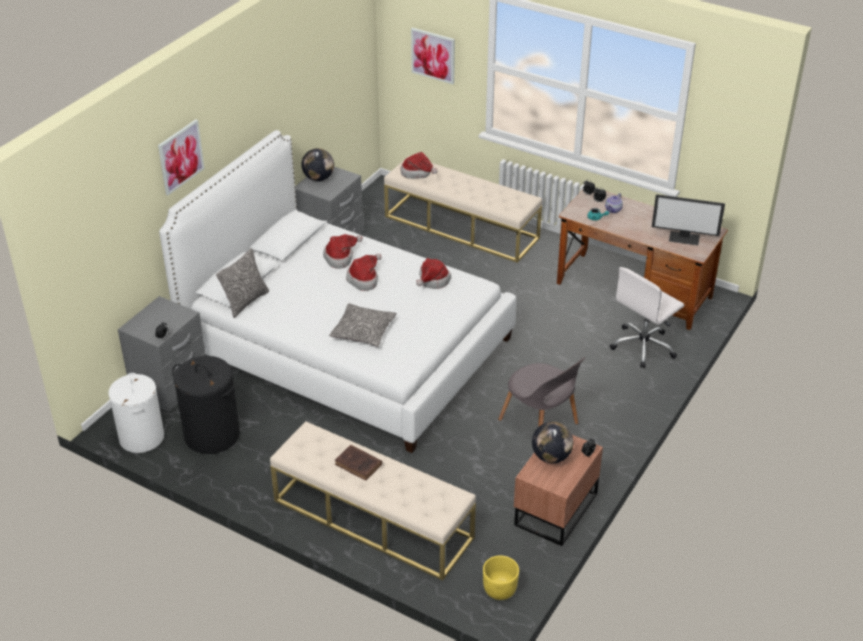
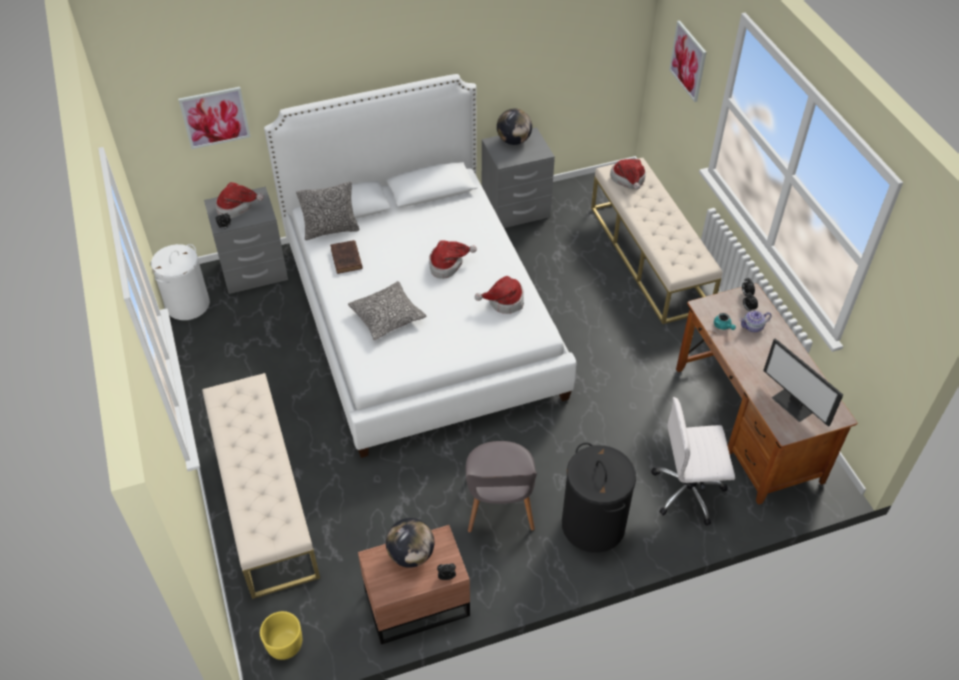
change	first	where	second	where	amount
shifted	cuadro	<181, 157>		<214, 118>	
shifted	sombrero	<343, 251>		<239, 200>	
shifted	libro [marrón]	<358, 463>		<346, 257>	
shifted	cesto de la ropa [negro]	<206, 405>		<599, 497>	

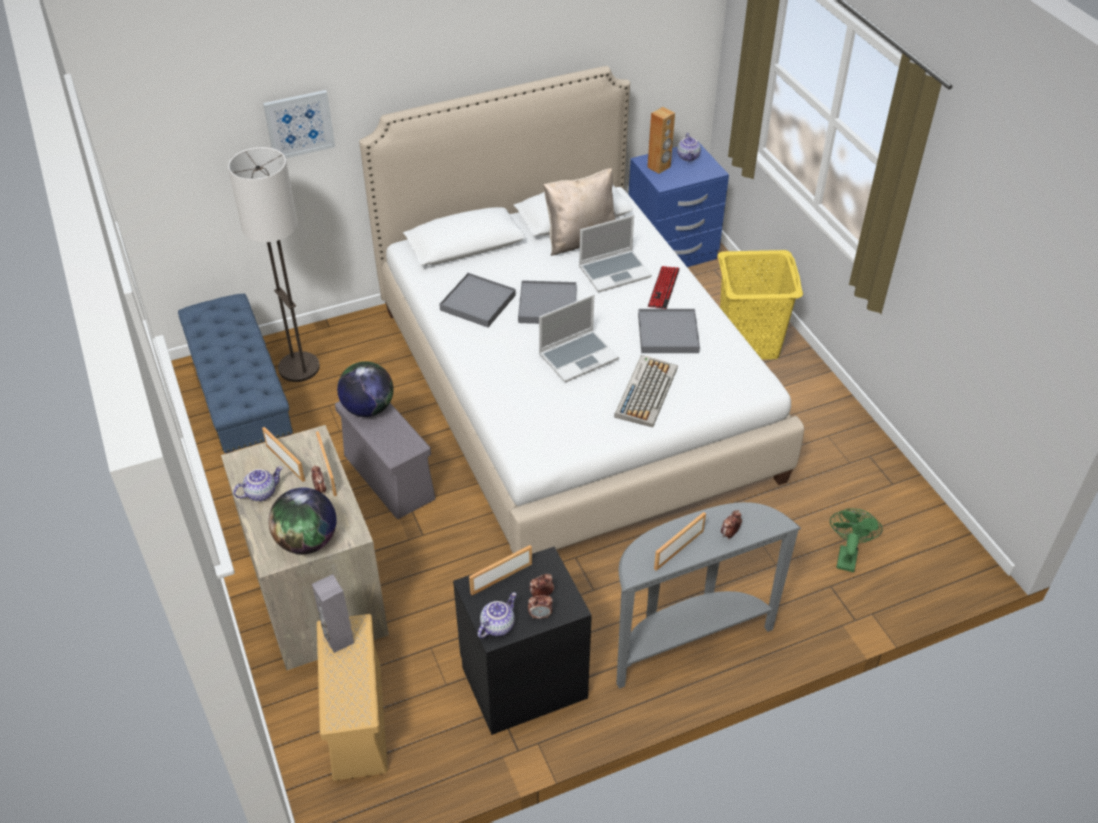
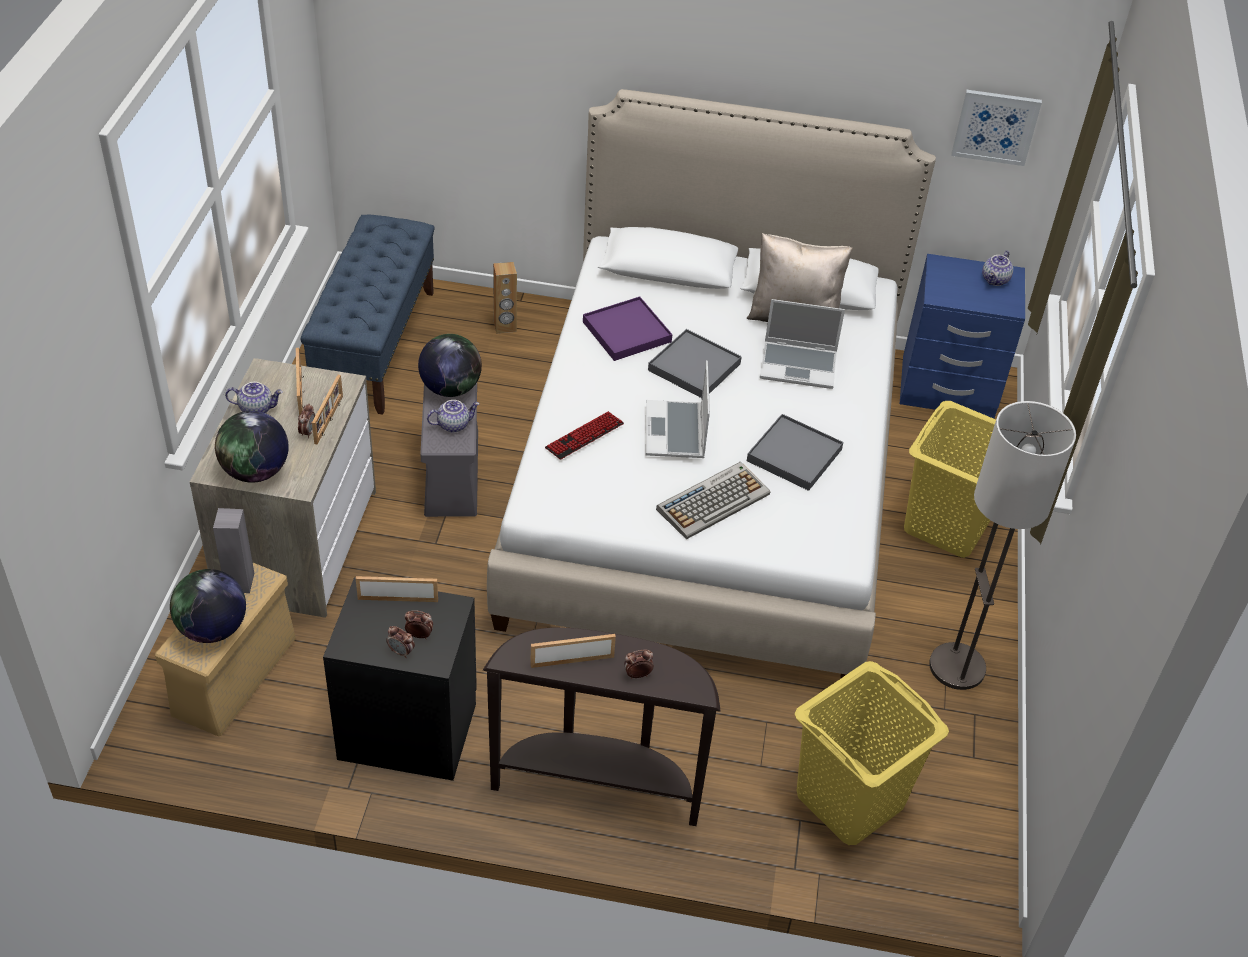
change	first	where	second	where	amount
new			globo terráqueo	<208, 606>	
shifted	tetera	<497, 615>		<453, 416>	
repainted	mesa consola [gris]	<709, 595>	mesa consola [marrón]	<601, 726>	
shifted	altavoz [marrón]	<661, 140>		<505, 298>	
shifted	teclado	<663, 287>		<584, 435>	
repainted	bandeja [gris]	<477, 300>	bandeja [morado]	<627, 328>	
rotated	portátil	<579, 338>		<678, 409>	90 degrees clockwise
swapped	ventilador [verde]	<856, 540>	cesto de la ropa [amarillo]	<871, 753>	
shifted	lámpara de pie	<274, 264>		<1002, 545>	
shifted	cuadro	<299, 124>		<996, 128>	

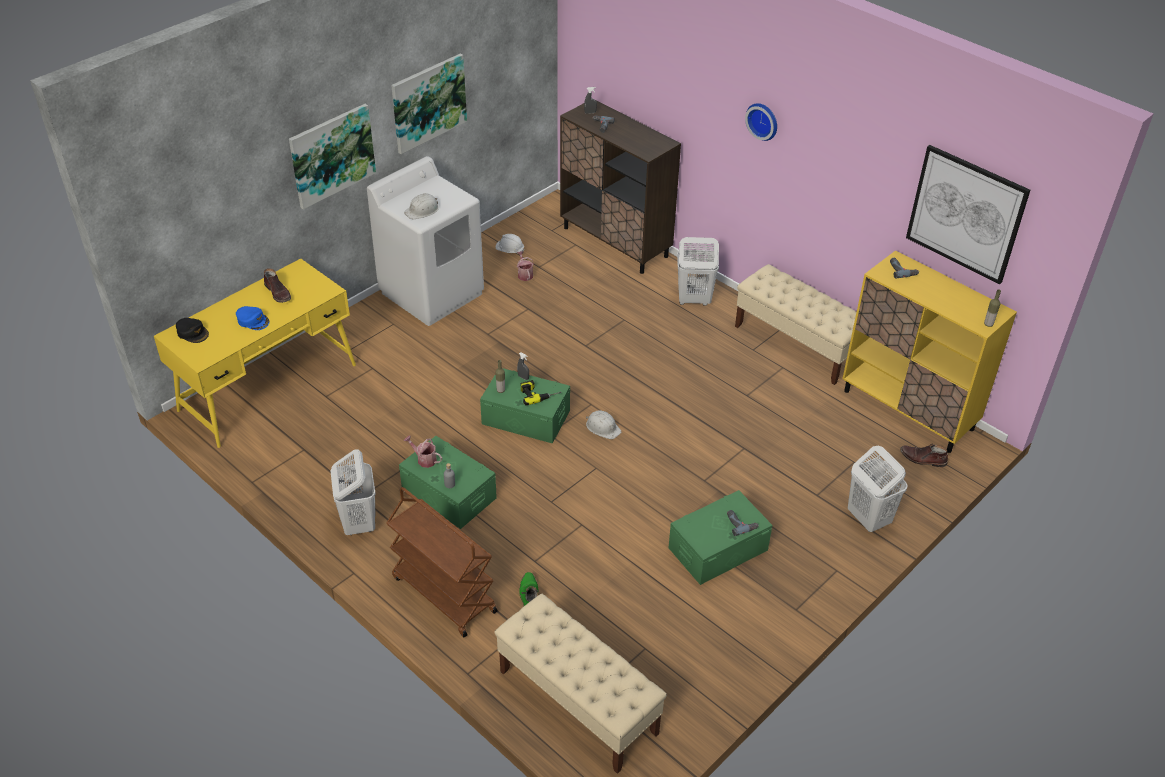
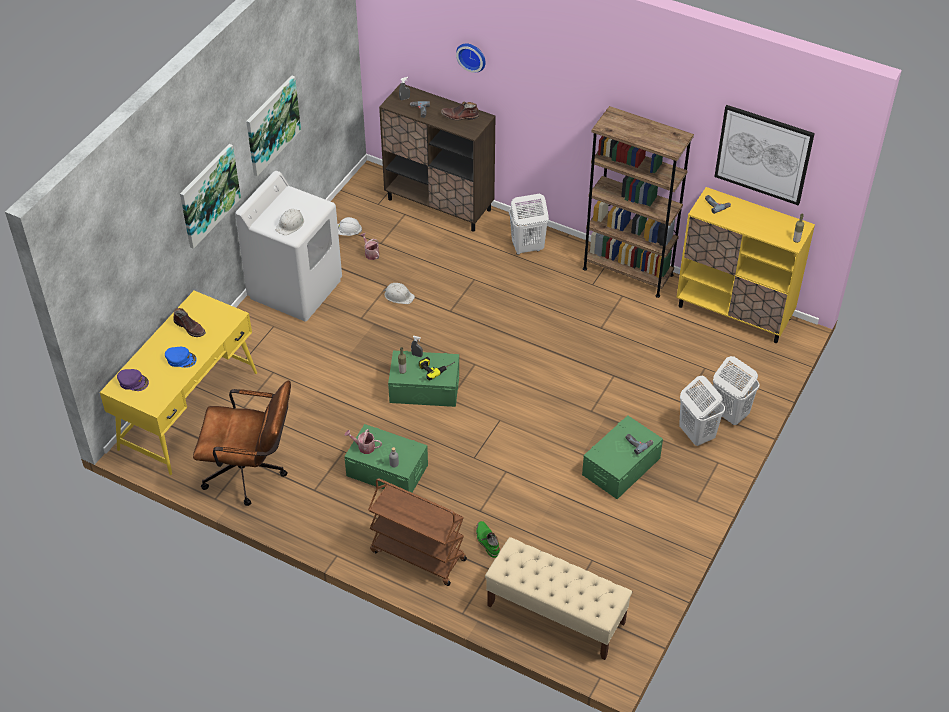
change	first	where	second	where	amount
repainted	gorra [negro]	<192, 330>	gorra [morado]	<133, 380>	
new			silla de oficina [marrón]	<242, 443>	
shifted	casco [blanco]	<604, 424>		<399, 293>	
shifted	bota [marrón]	<924, 455>		<460, 111>	
shifted	reloj de pared	<761, 122>		<471, 58>	
swapped	banco [beis]	<795, 324>	estantería [marrón]	<638, 202>	
shifted	cesto de la ropa [blanco]	<353, 492>		<702, 411>	

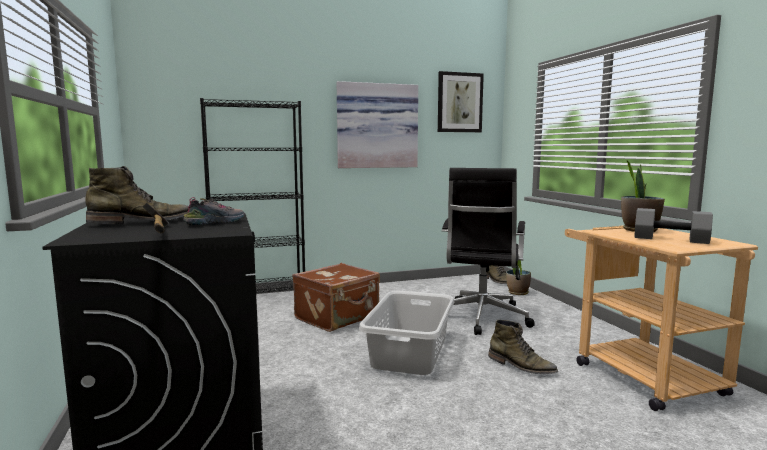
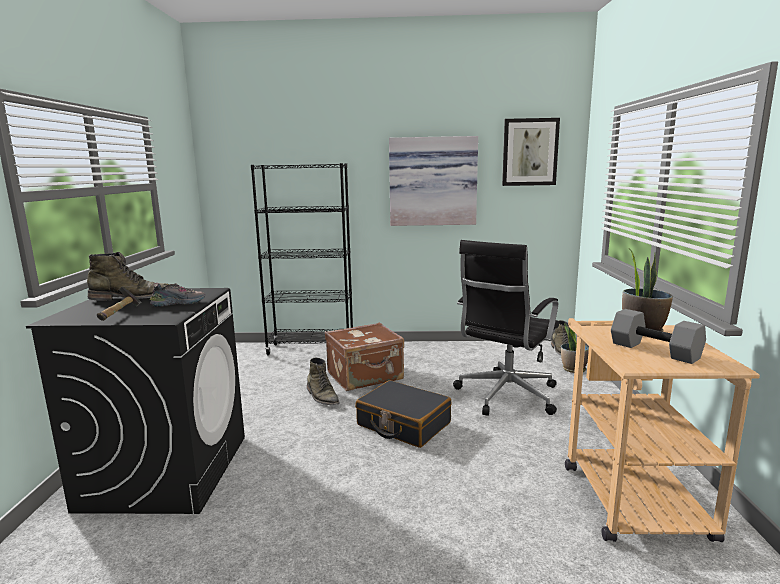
change	first	where	second	where	amount
shifted	bota [verde]	<523, 347>		<323, 381>	
swapped	cesto de la ropa [gris]	<406, 333>	maleta [negro]	<403, 414>	

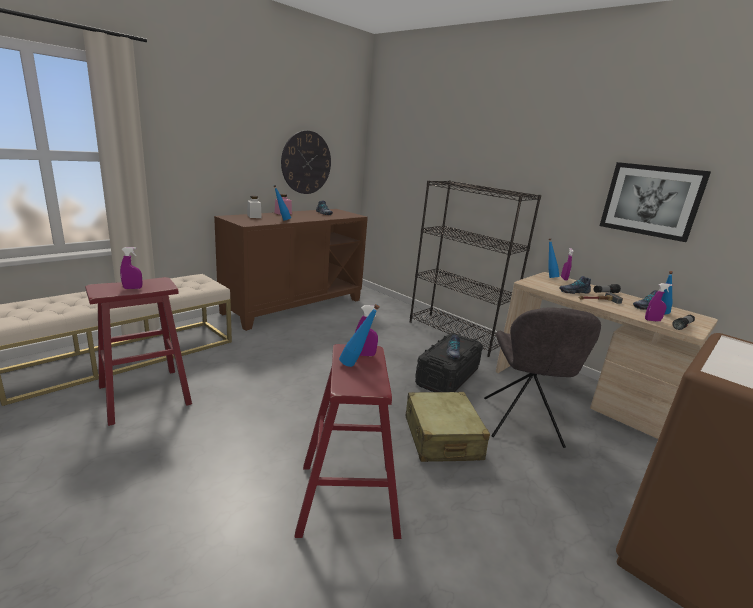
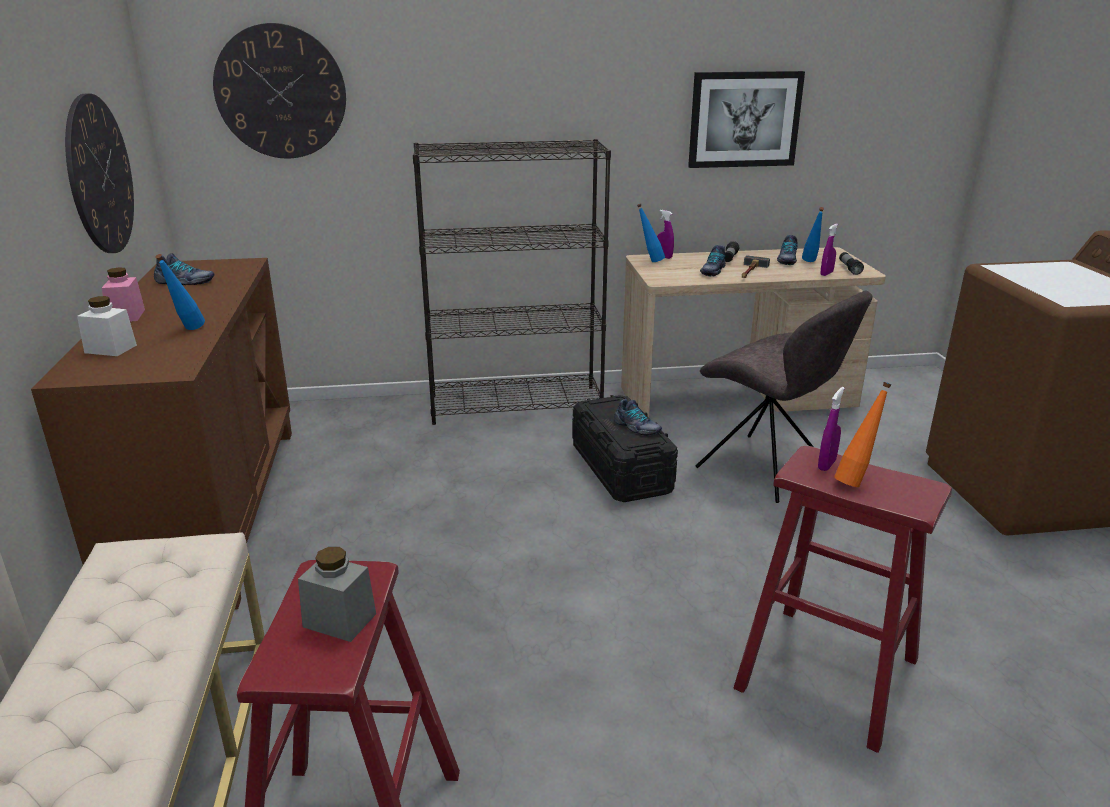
change	first	where	second	where	amount
new			reloj de pared	<279, 91>	
swapped	pulverizador [morado]	<131, 268>	tarro [gris]	<337, 594>	
repainted	botella [azul]	<359, 335>	botella [naranja]	<863, 434>	
gone	maleta [beis]	<448, 427>			

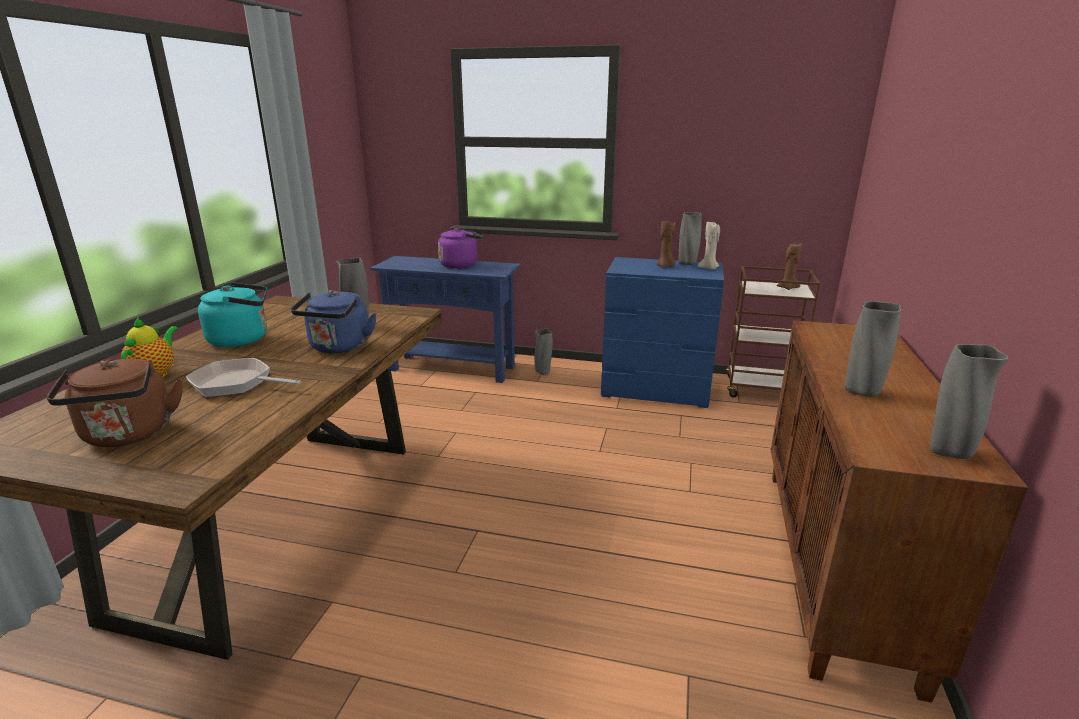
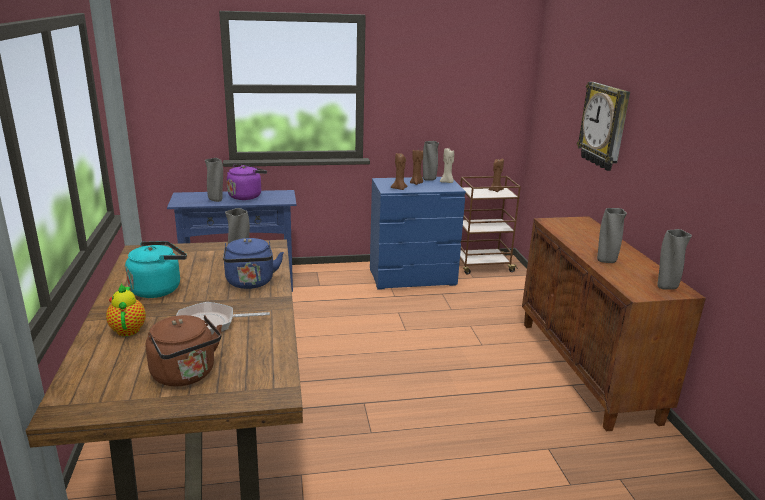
change	first	where	second	where	amount
shifted	florero [gris]	<543, 352>		<214, 180>	
new			vela [marrón]	<399, 171>	
new			reloj de pared	<603, 126>	

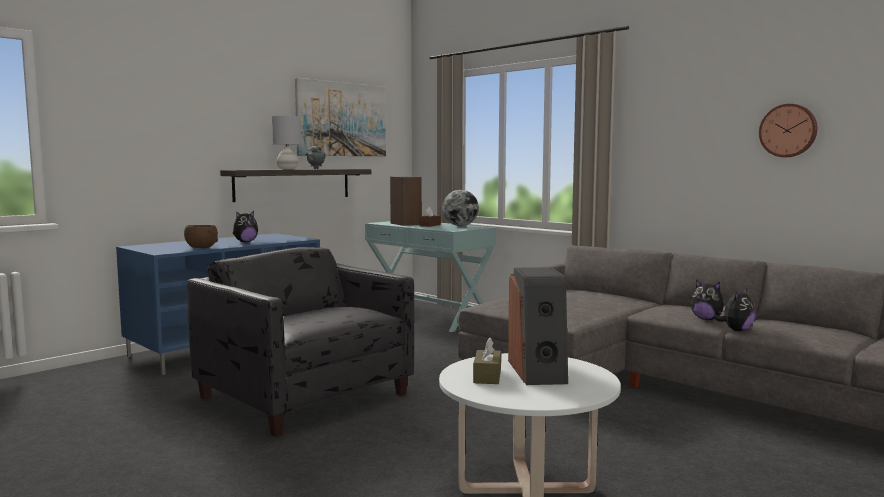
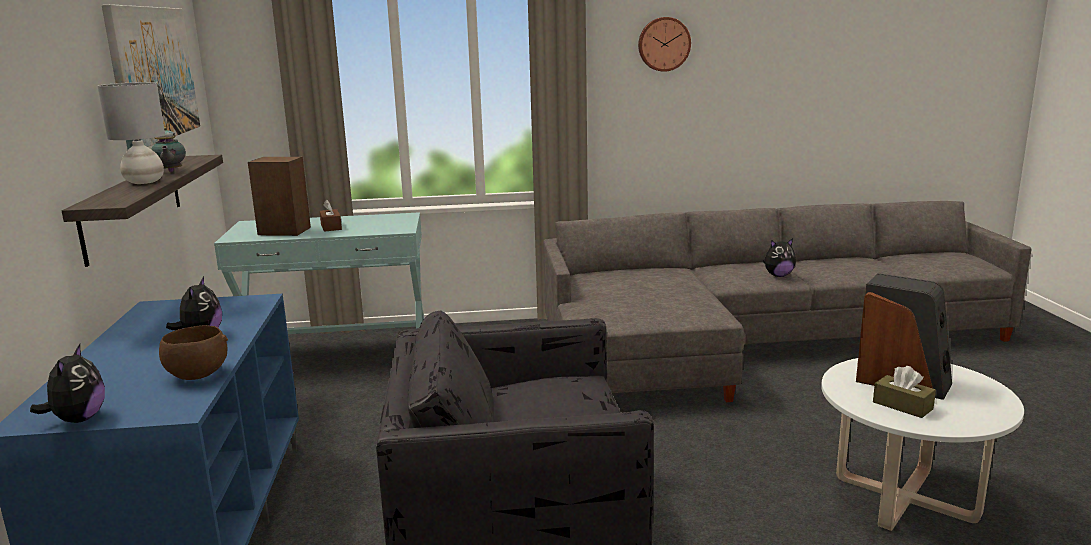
change	first	where	second	where	amount
shifted	peluche	<734, 310>		<67, 383>	
shifted	reloj de pared	<788, 130>		<664, 44>	
gone	globo terráqueo	<460, 208>			

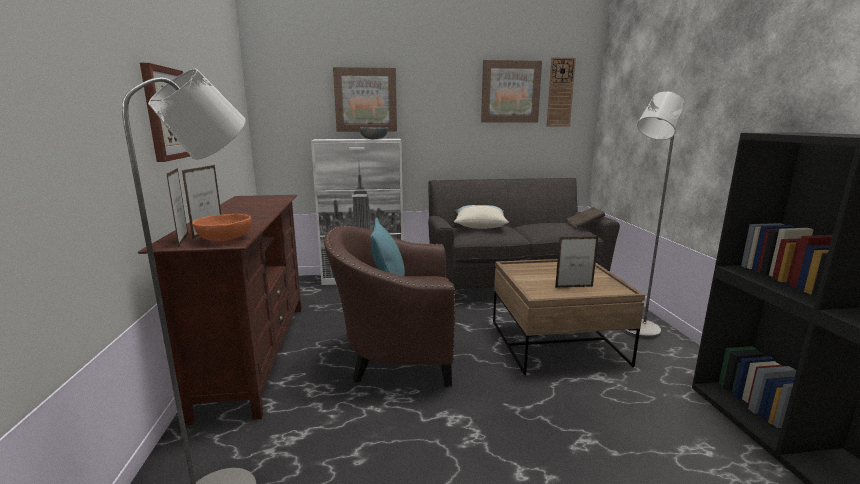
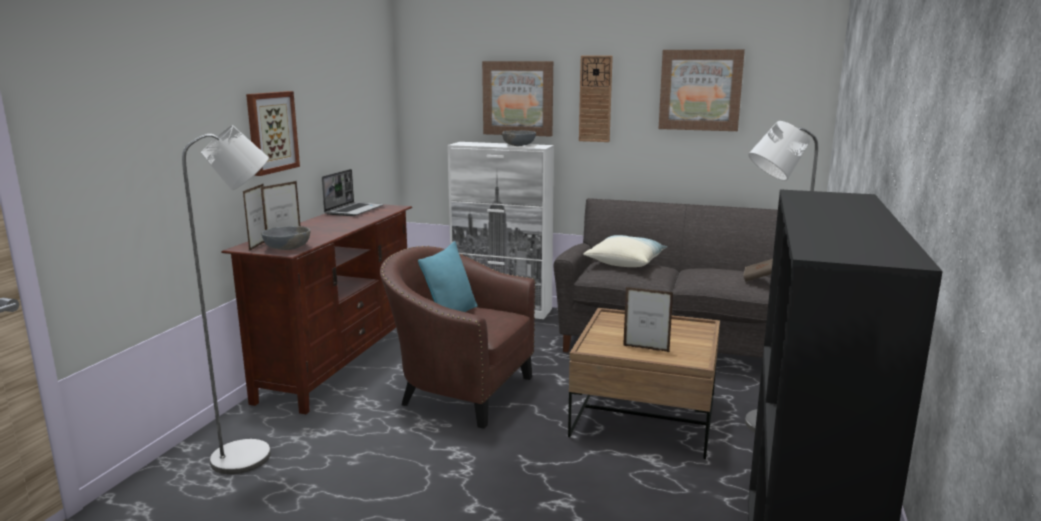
change	first	where	second	where	amount
repainted	cuenco [naranja]	<221, 227>	cuenco [gris]	<286, 238>	
new			portátil	<352, 192>	
shifted	reloj de pared	<561, 91>		<596, 99>	

